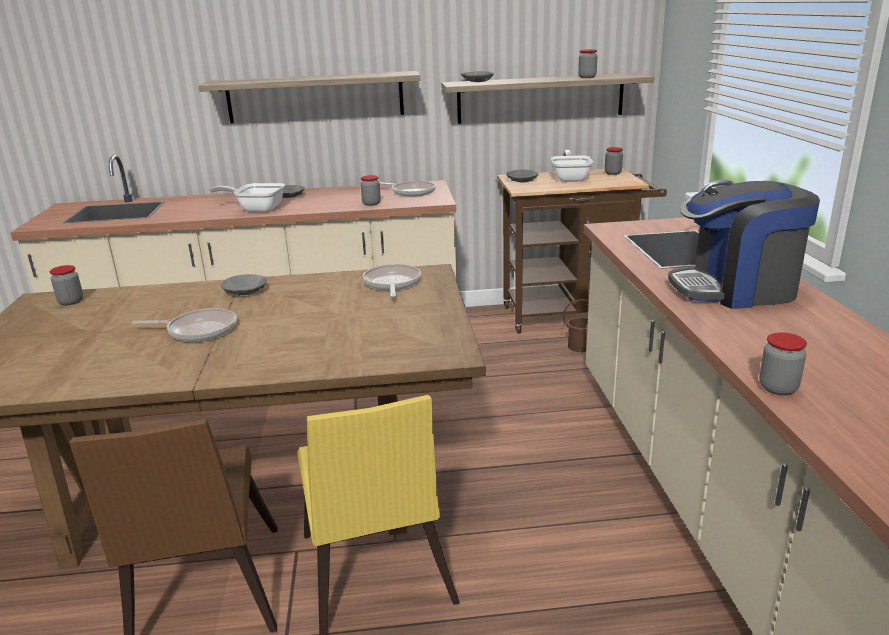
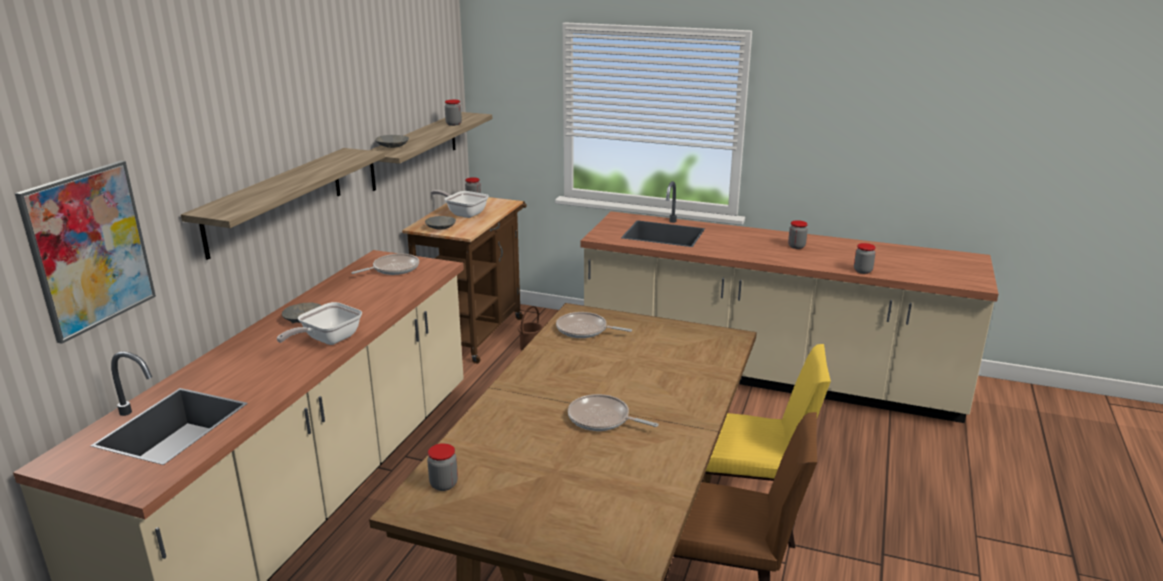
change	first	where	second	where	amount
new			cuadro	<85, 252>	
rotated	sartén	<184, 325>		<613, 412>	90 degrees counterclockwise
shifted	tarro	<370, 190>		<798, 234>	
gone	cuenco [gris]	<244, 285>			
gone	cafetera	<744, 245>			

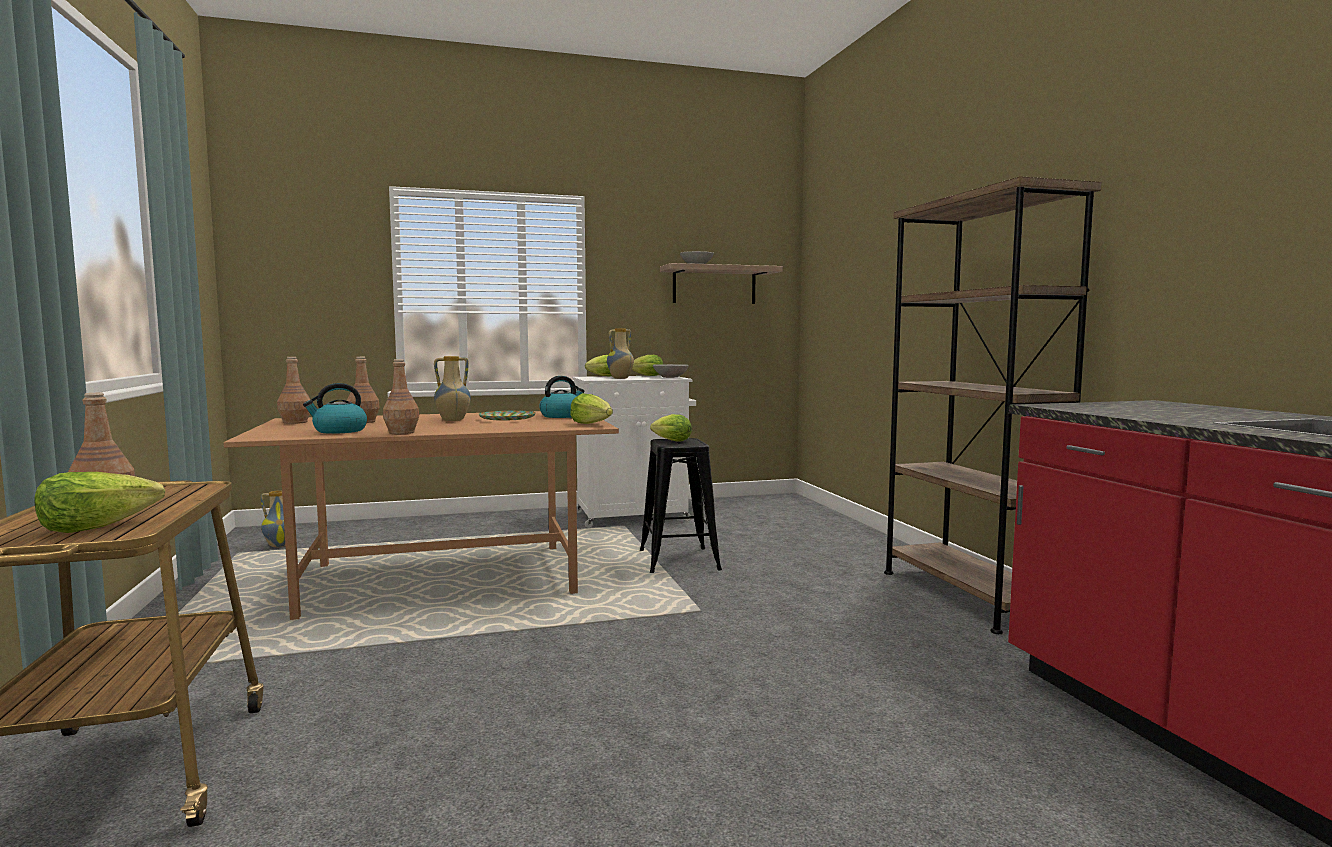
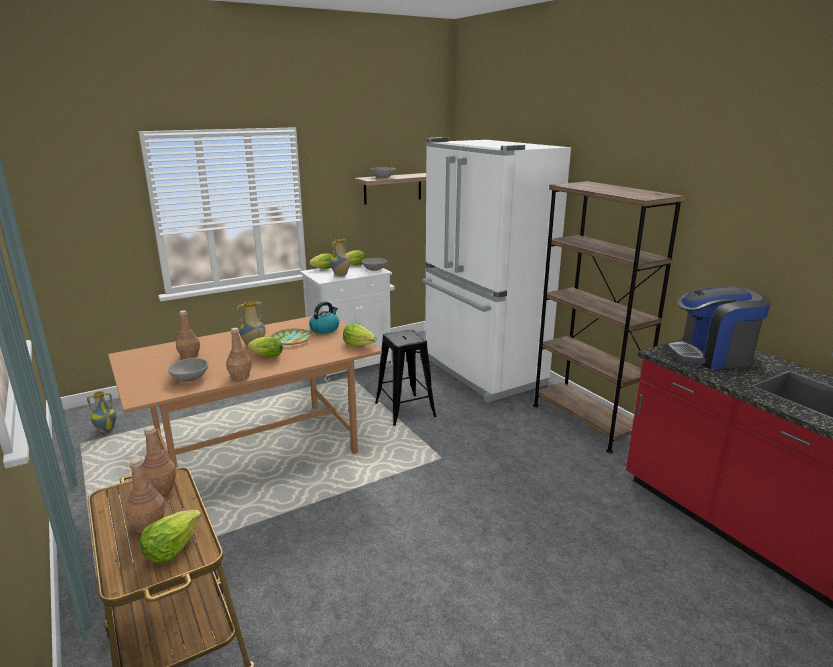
change	first	where	second	where	amount
shifted	botella [marrón]	<294, 390>		<160, 460>	
swapped	hervidor	<335, 408>	cuenco [gris]	<188, 369>	
shifted	lechuga	<671, 428>		<265, 347>	
new			nevera [blanco]	<496, 270>	
new			cafetera	<718, 327>	

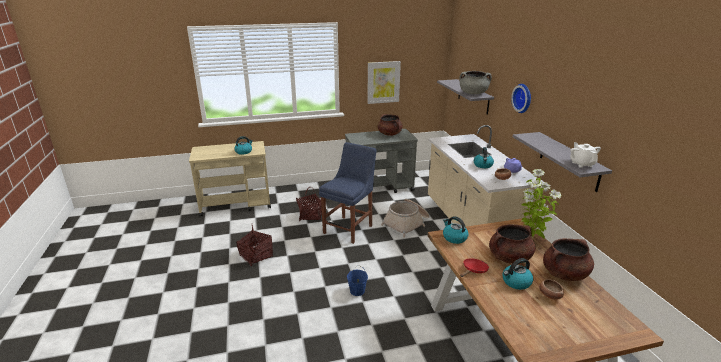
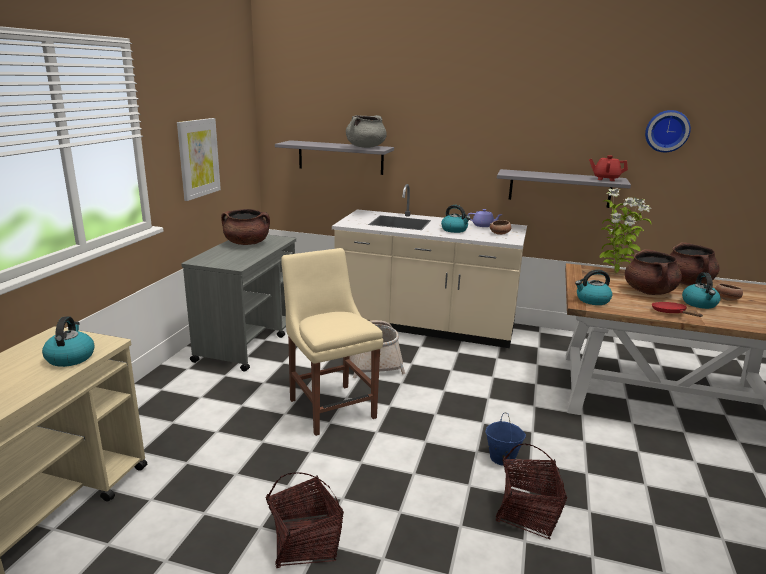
change	first	where	second	where	amount
repainted	silla [azul]	<347, 193>	silla [beis]	<332, 342>	
shifted	cesta	<309, 204>		<531, 492>	
repainted	tetera [blanco]	<585, 155>	tetera [rojo]	<608, 168>	
shifted	reloj de pared	<521, 98>		<668, 131>	

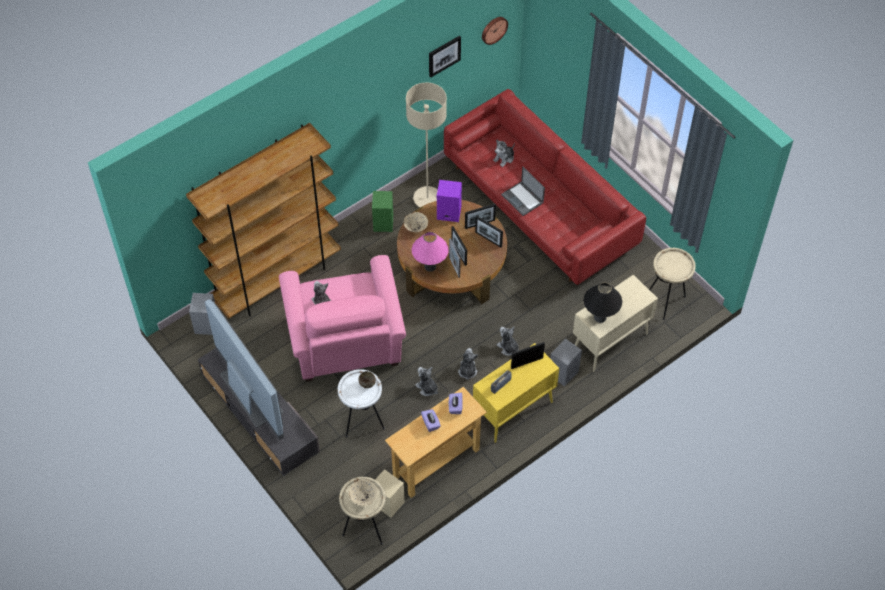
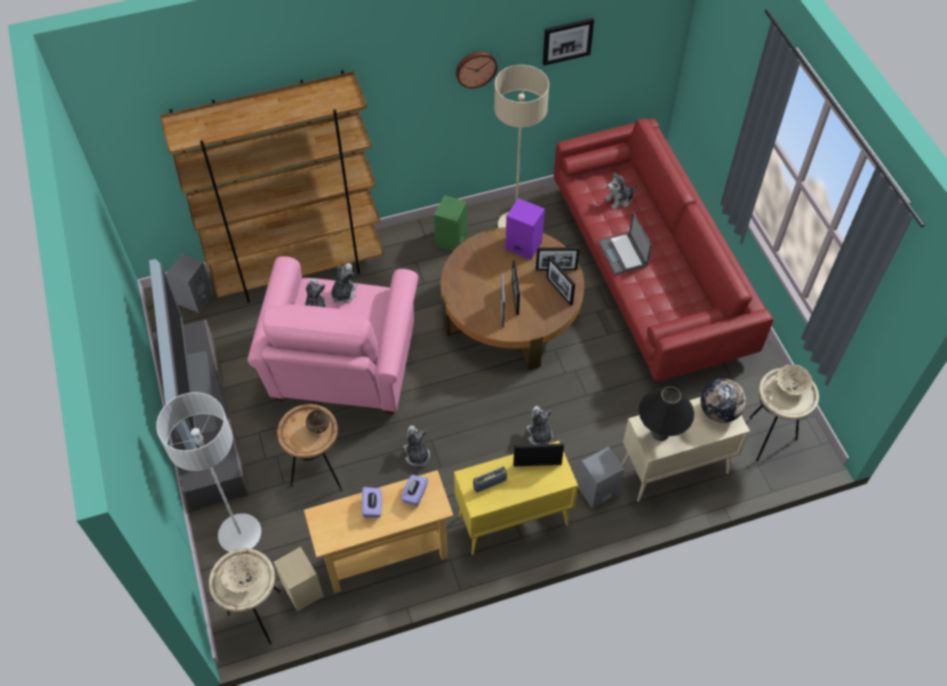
change	first	where	second	where	amount
new			lámpara de pie [gris]	<208, 472>	
repainted	mesa auxiliar [blanco]	<361, 403>	mesa auxiliar [marrón]	<310, 447>	
shifted	peluche	<468, 364>		<344, 283>	
shifted	reloj de pared	<495, 31>		<476, 70>	
new			globo terráqueo	<723, 400>	
shifted	cuenco [beis]	<416, 222>		<794, 380>	
gone	lámpara de mesa [rosa]	<430, 252>			

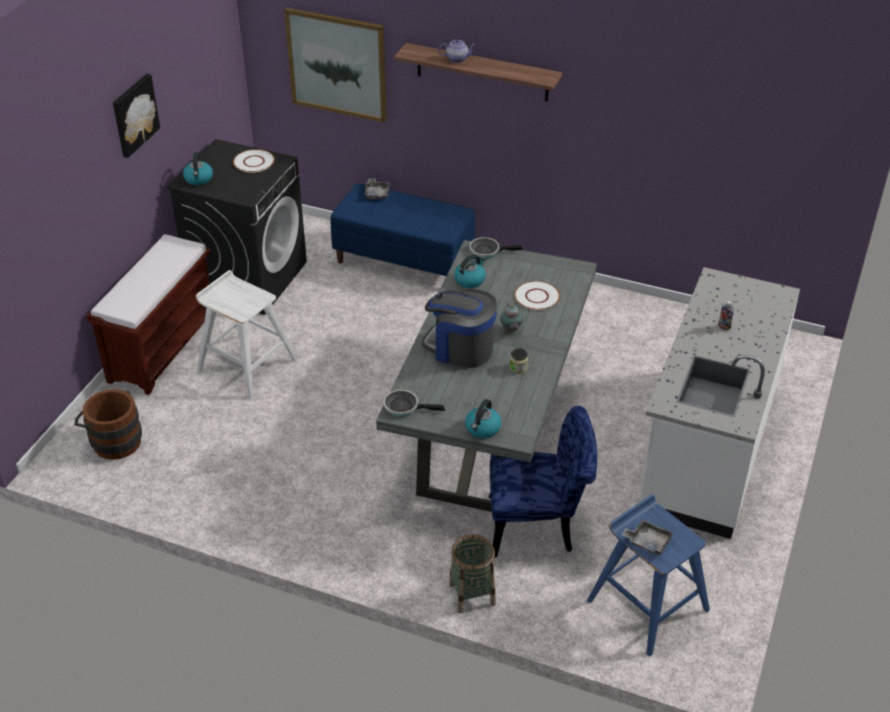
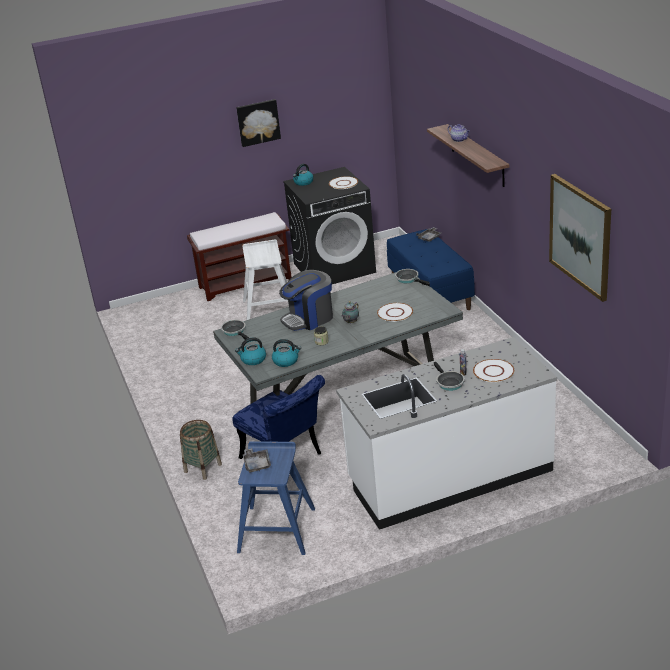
change	first	where	second	where	amount
shifted	hervidor	<470, 271>		<286, 353>	
rotated	cafetera	<459, 328>		<306, 300>	105 degrees counterclockwise
new			sartén	<449, 376>	
new			plato [blanco]	<493, 370>	
shifted	cuadro	<335, 65>		<580, 238>	
gone	cubo [marrón]	<108, 424>			

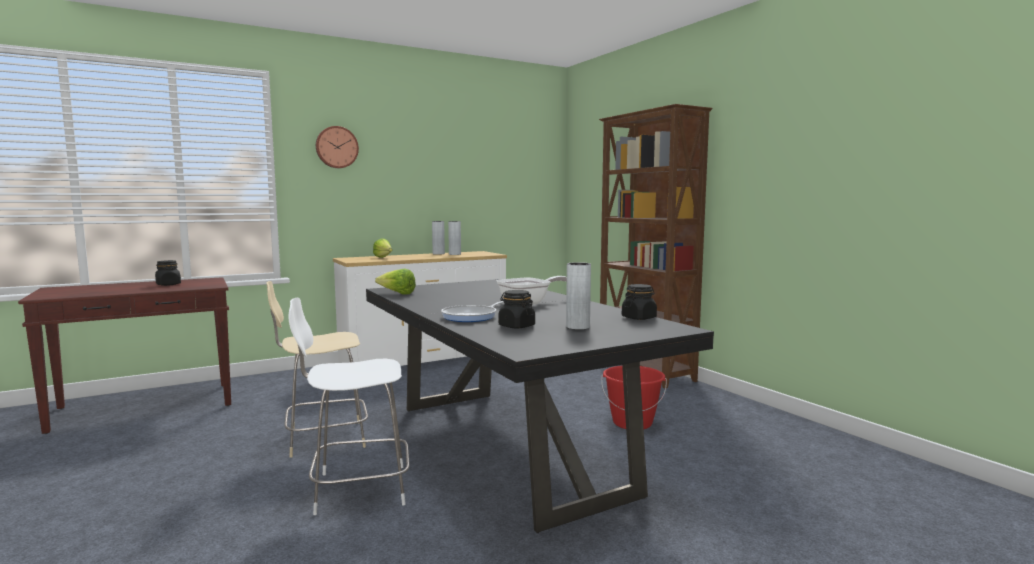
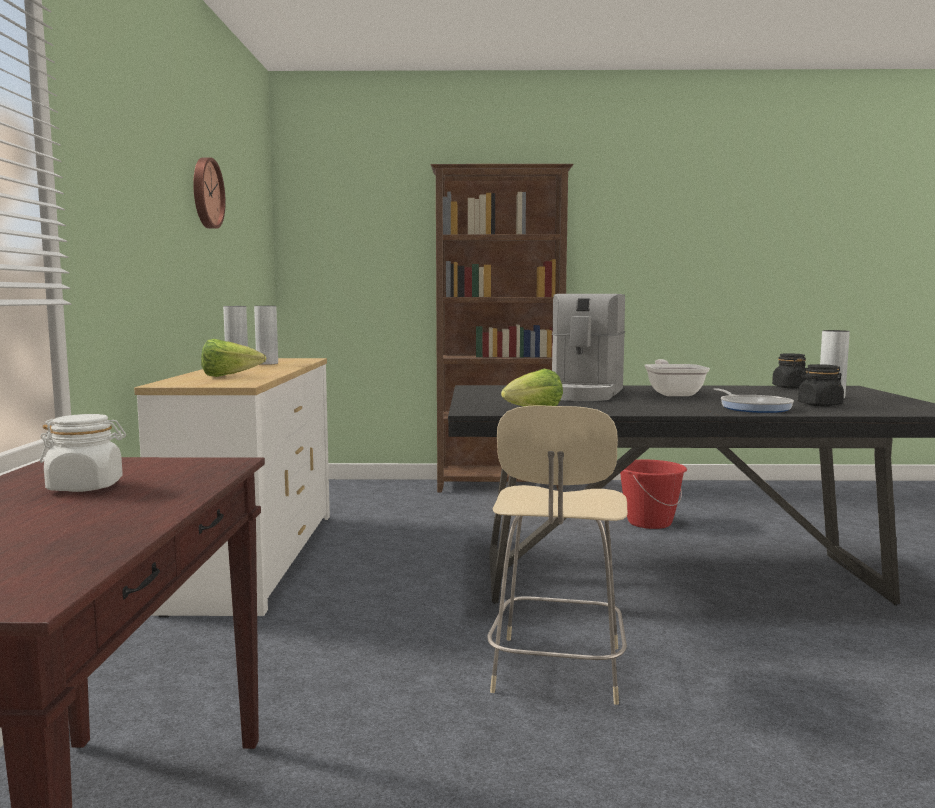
change	first	where	second	where	amount
repainted	tarro [negro]	<168, 273>	tarro [blanco]	<83, 453>	
shifted	reloj de pared	<337, 147>		<209, 193>	
new			cafetera	<588, 347>	
gone	silla [blanco]	<348, 406>			

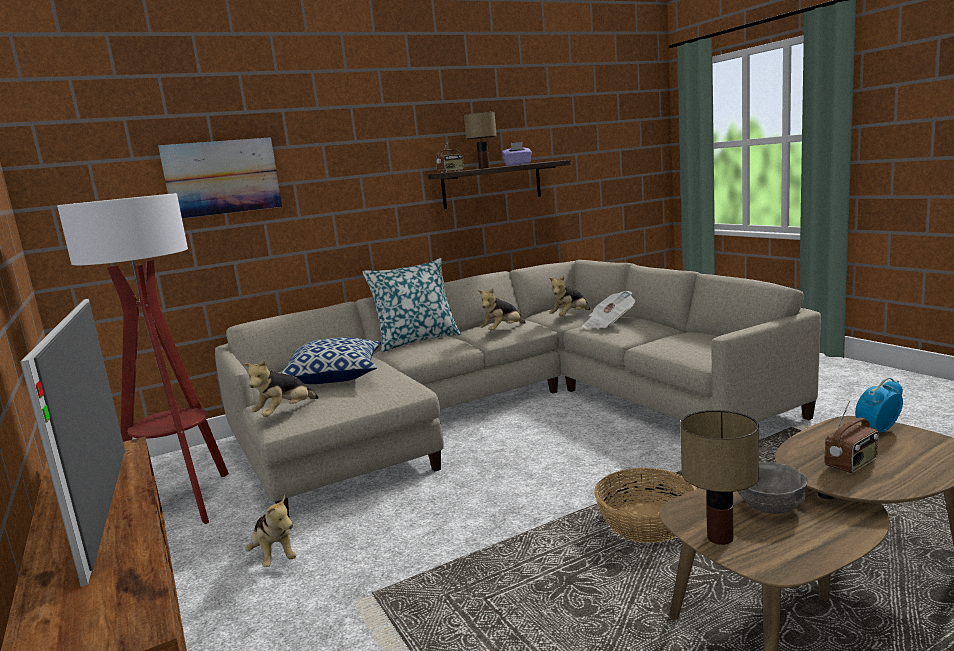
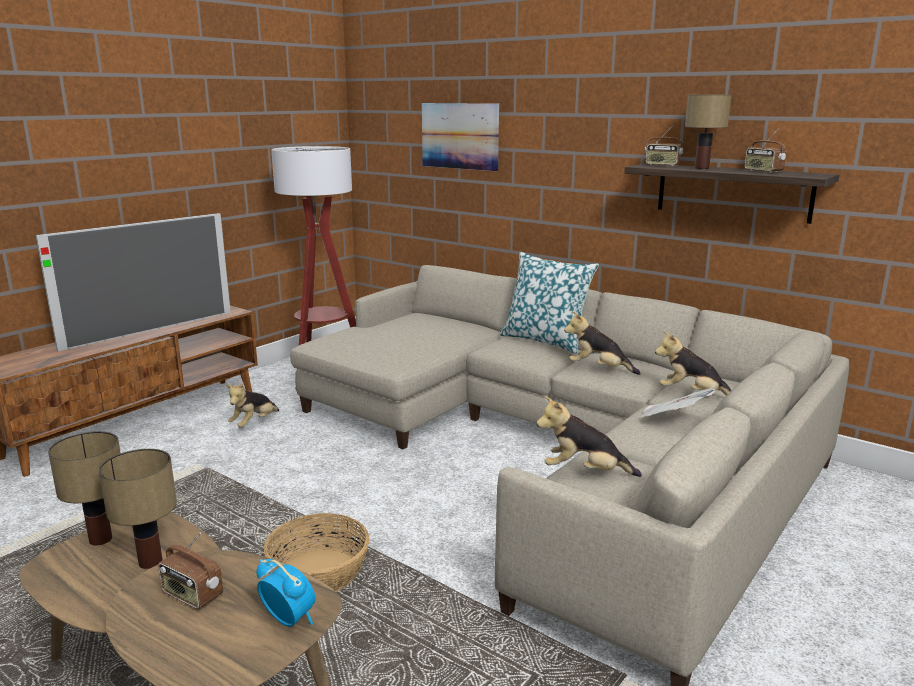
change	first	where	second	where	amount
swapped	cuenco [gris]	<772, 488>	lámpara de mesa	<138, 509>	
shifted	peluche	<281, 388>		<589, 436>	
swapped	caja de pañuelos [morado]	<517, 153>	radio	<765, 150>	
gone	cojín	<331, 360>			

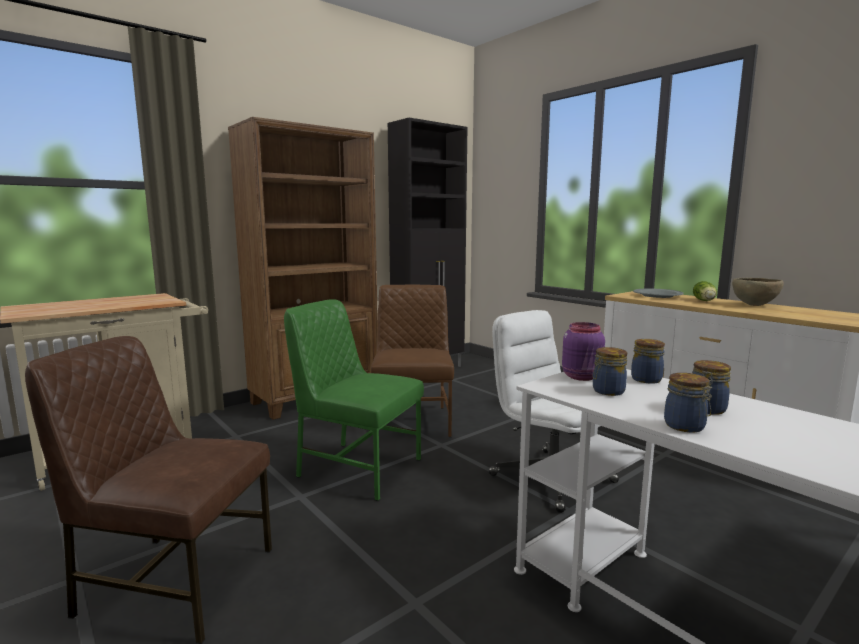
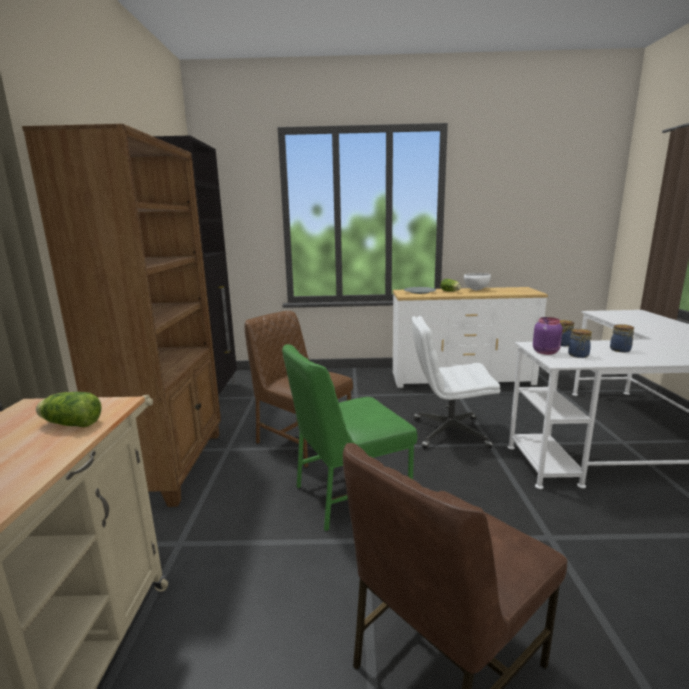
change	first	where	second	where	amount
new			lechuga	<69, 409>	
repainted	cuenco [marrón]	<758, 292>	cuenco [blanco]	<477, 282>	
gone	tarro	<688, 402>			

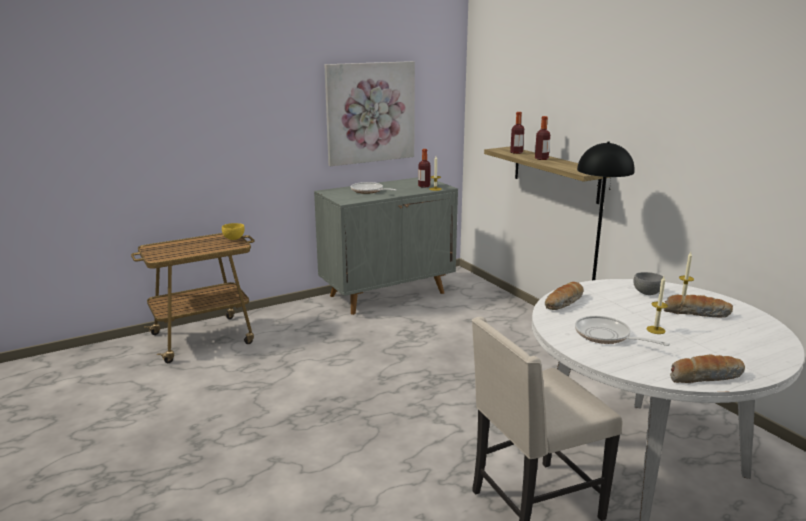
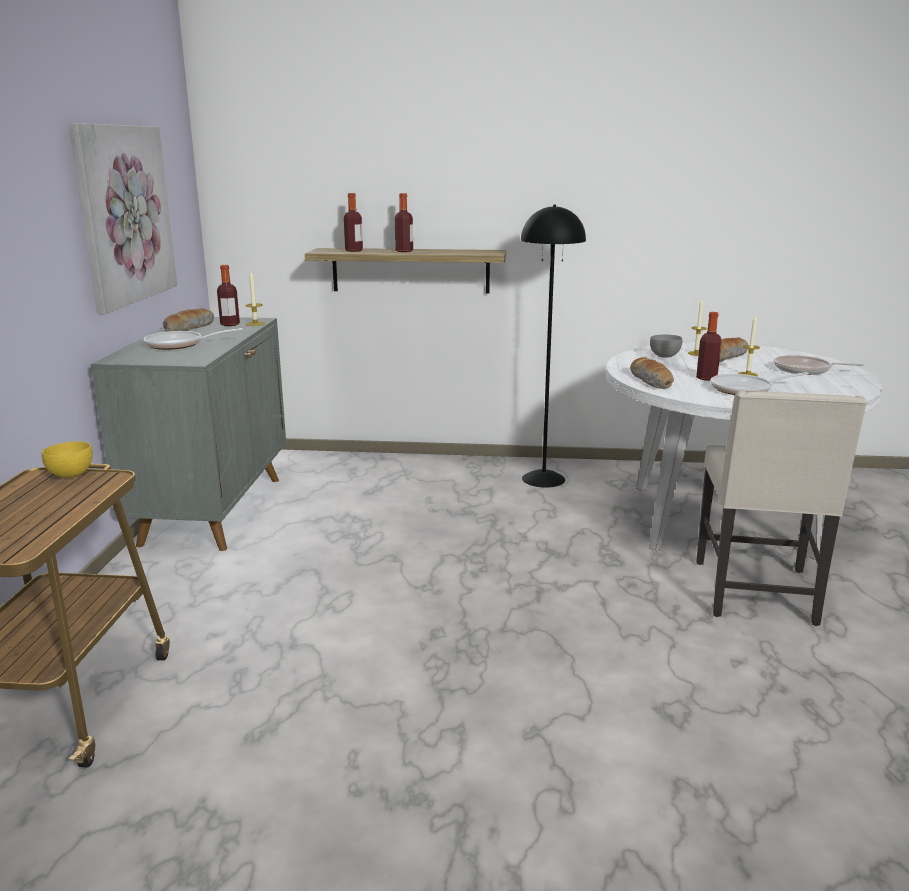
change	first	where	second	where	amount
shifted	pan	<707, 369>		<188, 320>	
new			botella	<709, 346>	
new			sartén	<819, 365>	

